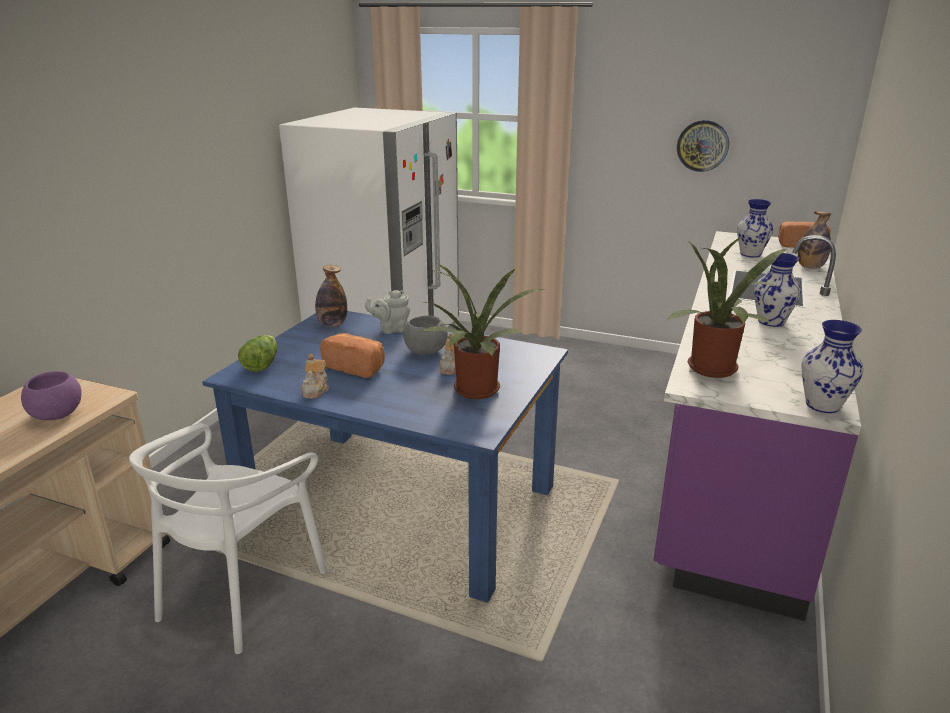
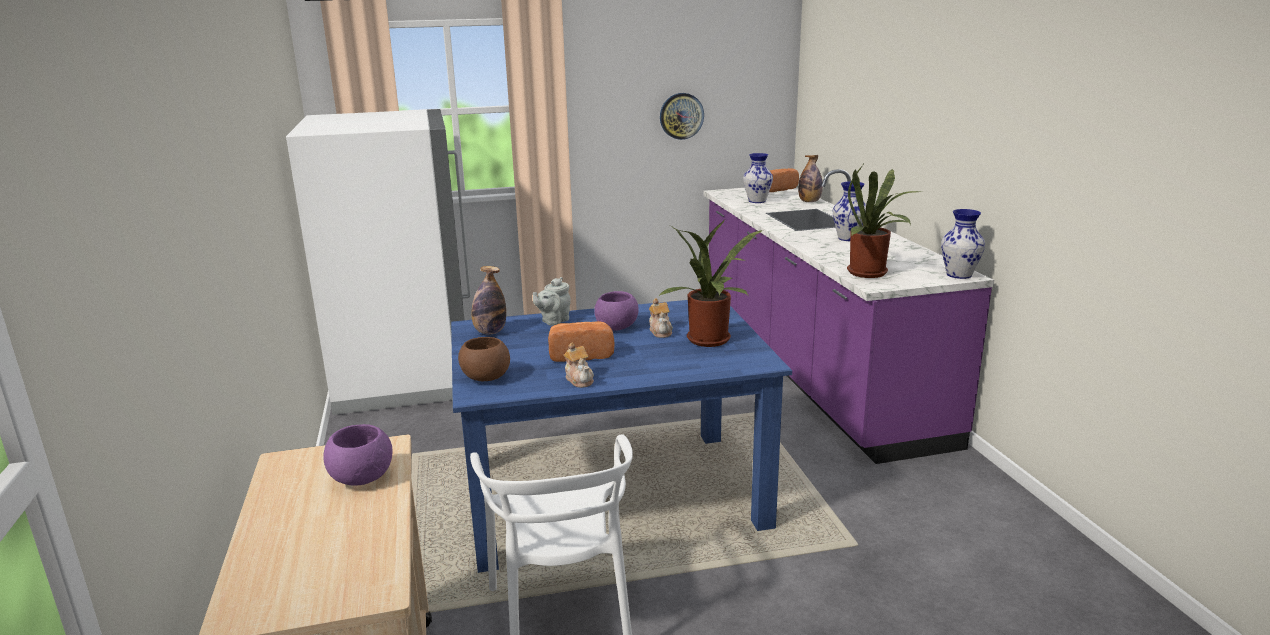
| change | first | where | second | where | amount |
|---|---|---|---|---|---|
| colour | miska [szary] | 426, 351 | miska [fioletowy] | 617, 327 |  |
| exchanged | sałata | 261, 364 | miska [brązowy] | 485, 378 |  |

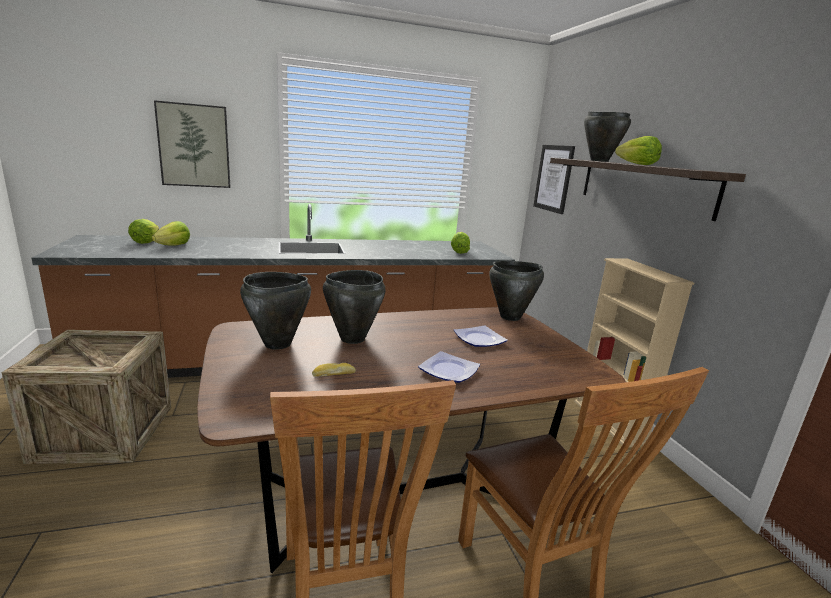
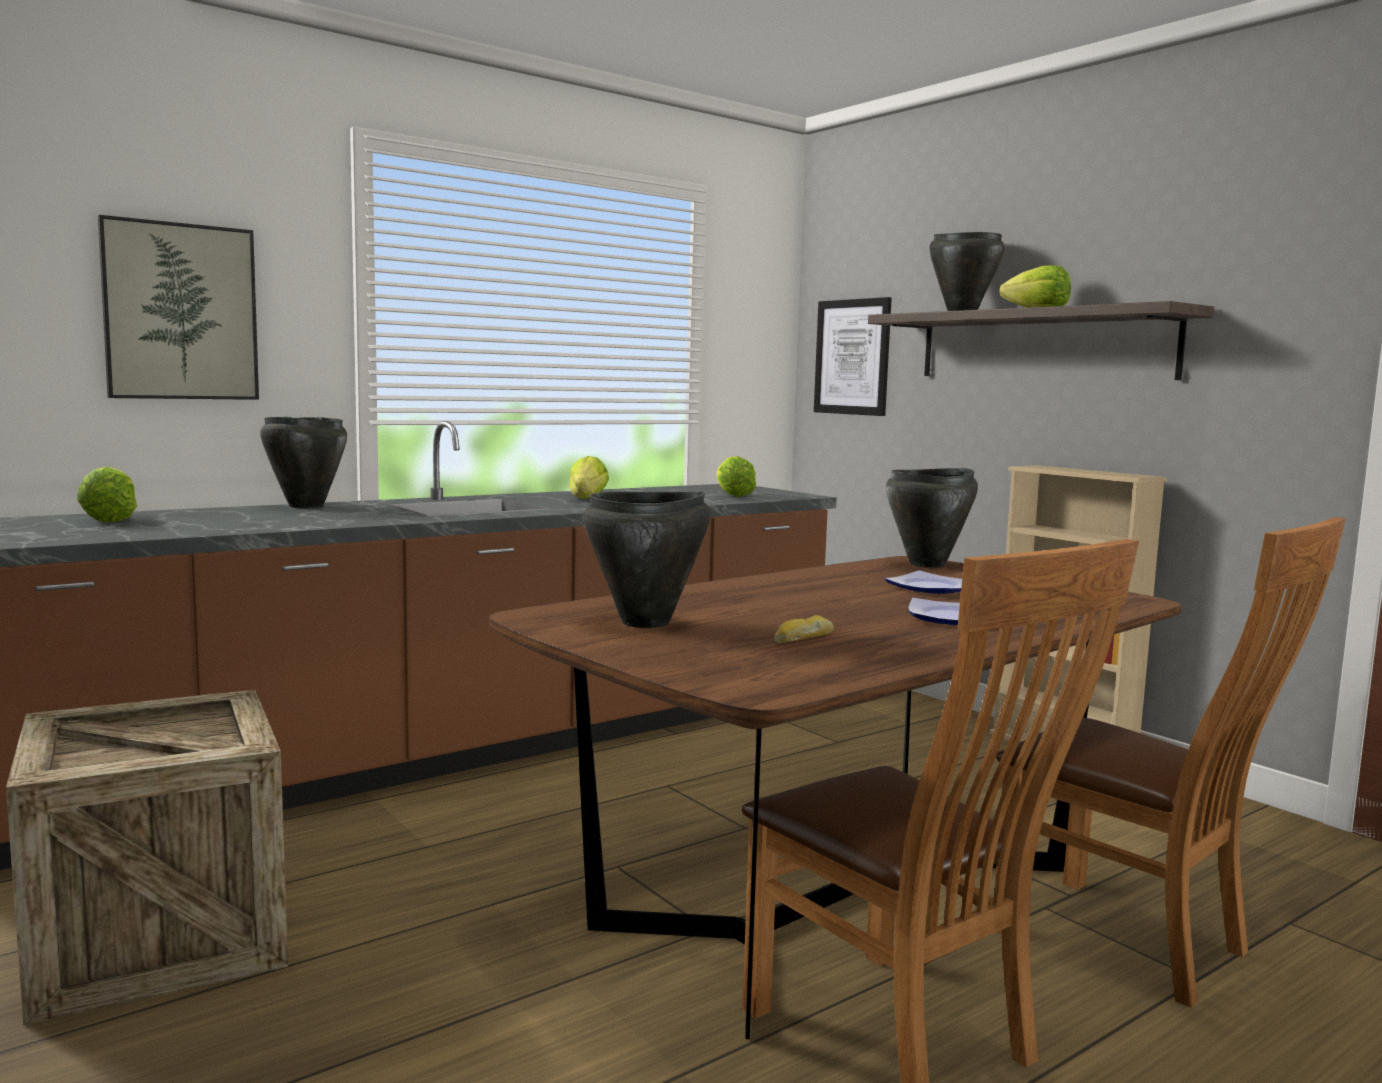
| change | first | where | second | where | amount |
|---|---|---|---|---|---|
| relocated | sałata | 173, 245 |  | 587, 499 |  |
| relocated | garnek [czarny] | 352, 339 |  | 305, 506 |  |

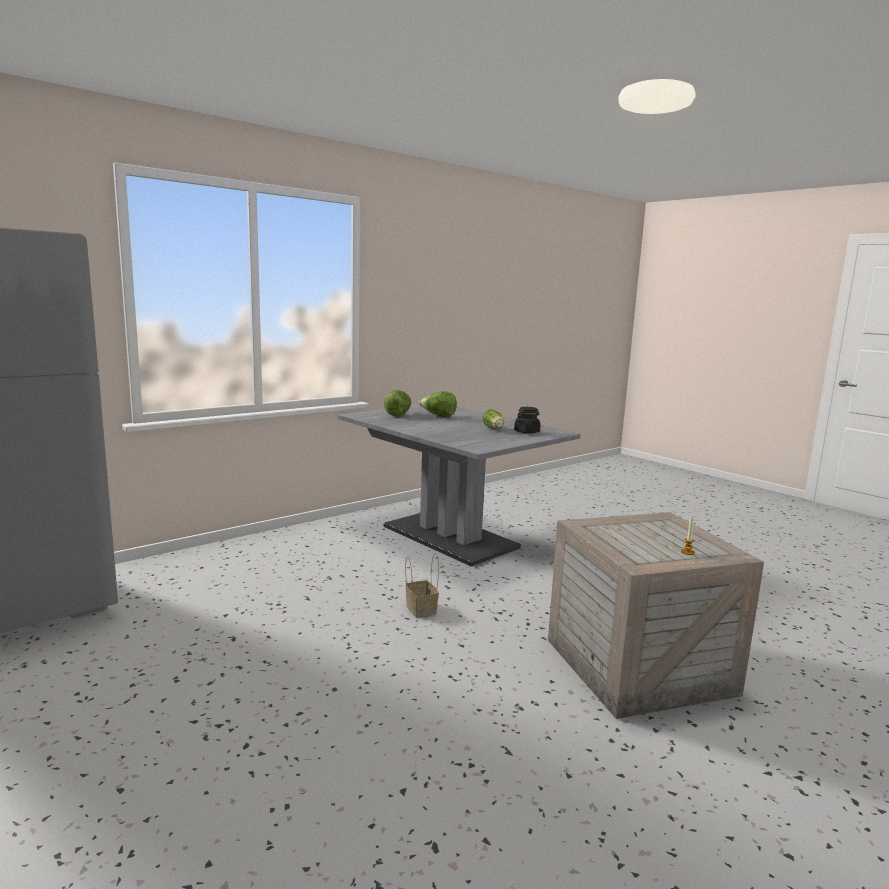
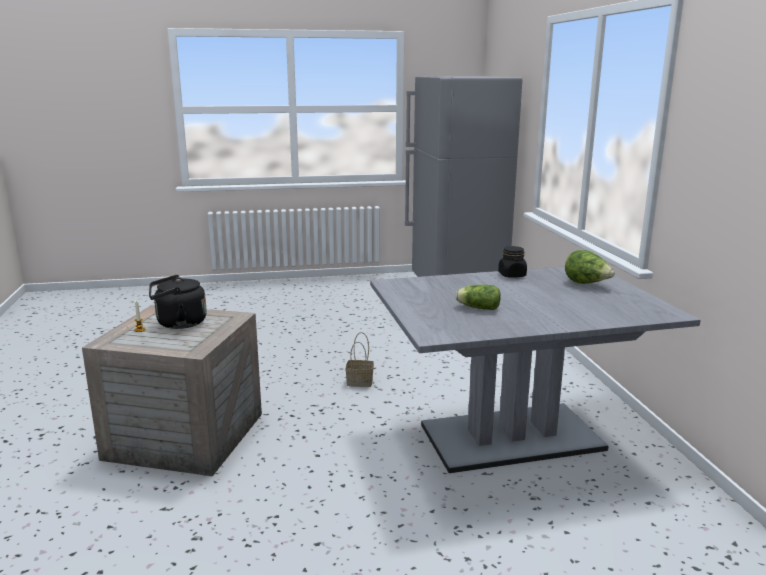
| change | first | where | second | where | amount |
|---|---|---|---|---|---|
| missing | sałata | 438, 416 |  |  |  |
| relocated | słoik [czarny] | 527, 432 |  | 512, 275 |  |
| appeared |  |  | czajnik [czarny] | 178, 323 |  |

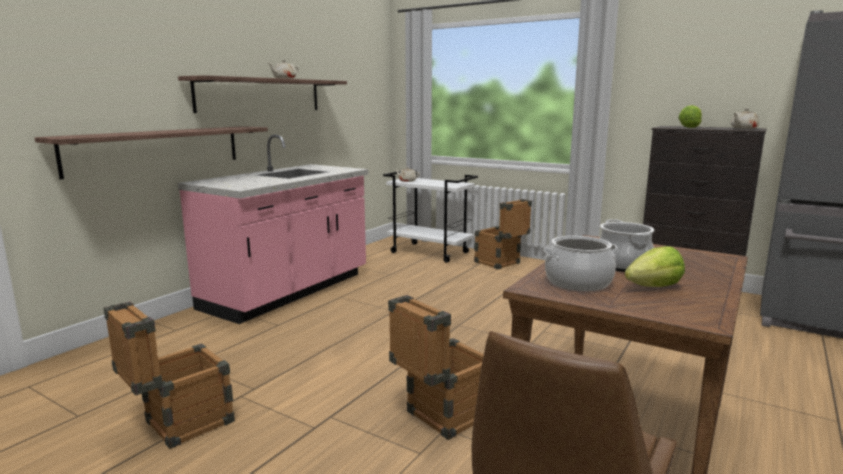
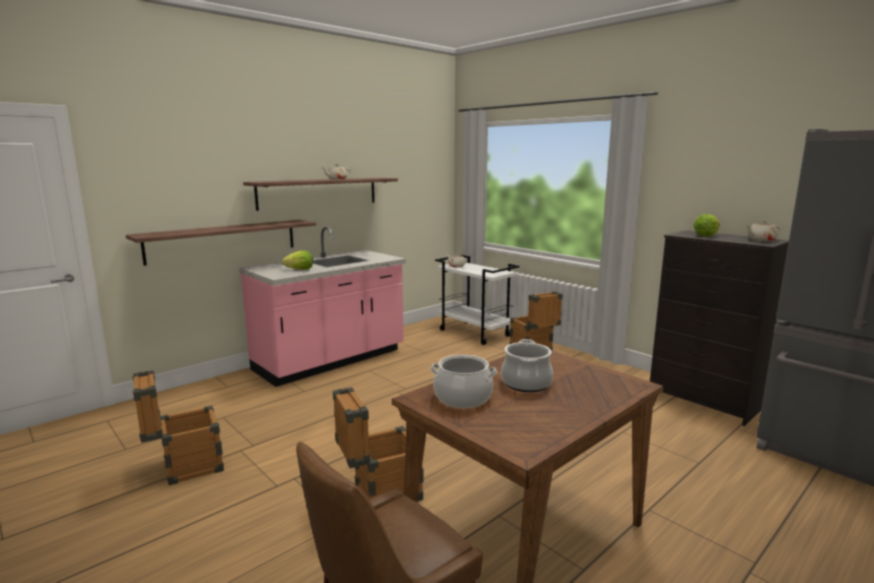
| change | first | where | second | where | amount |
|---|---|---|---|---|---|
| relocated | sałata | 654, 287 |  | 299, 269 |  |

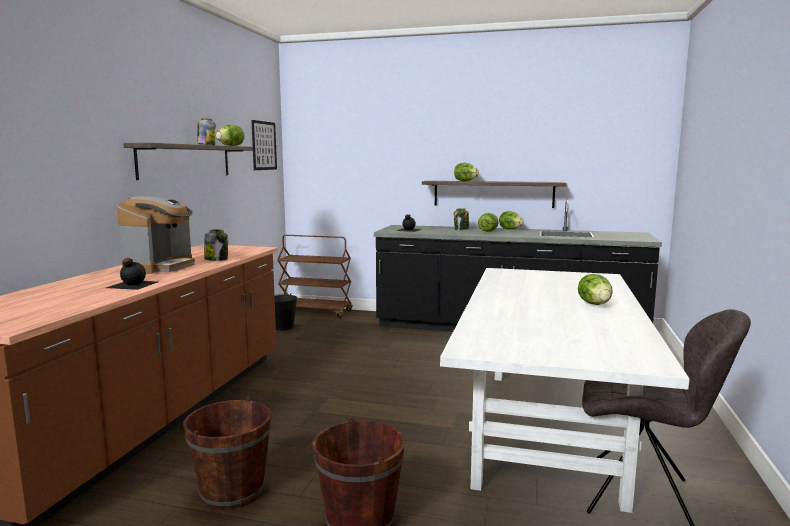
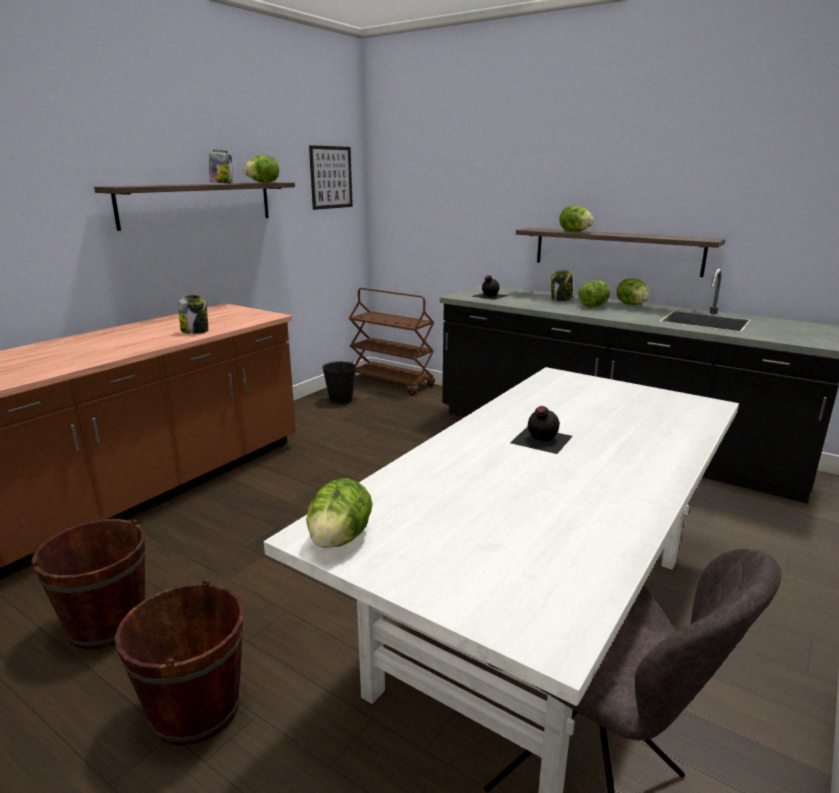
| change | first | where | second | where | amount |
|---|---|---|---|---|---|
| missing | ekspres do kawy | 160, 267 |  |  |  |
| relocated | butelka [czarny] | 131, 284 |  | 540, 439 |  |
| relocated | sałata | 595, 304 |  | 339, 539 |  |

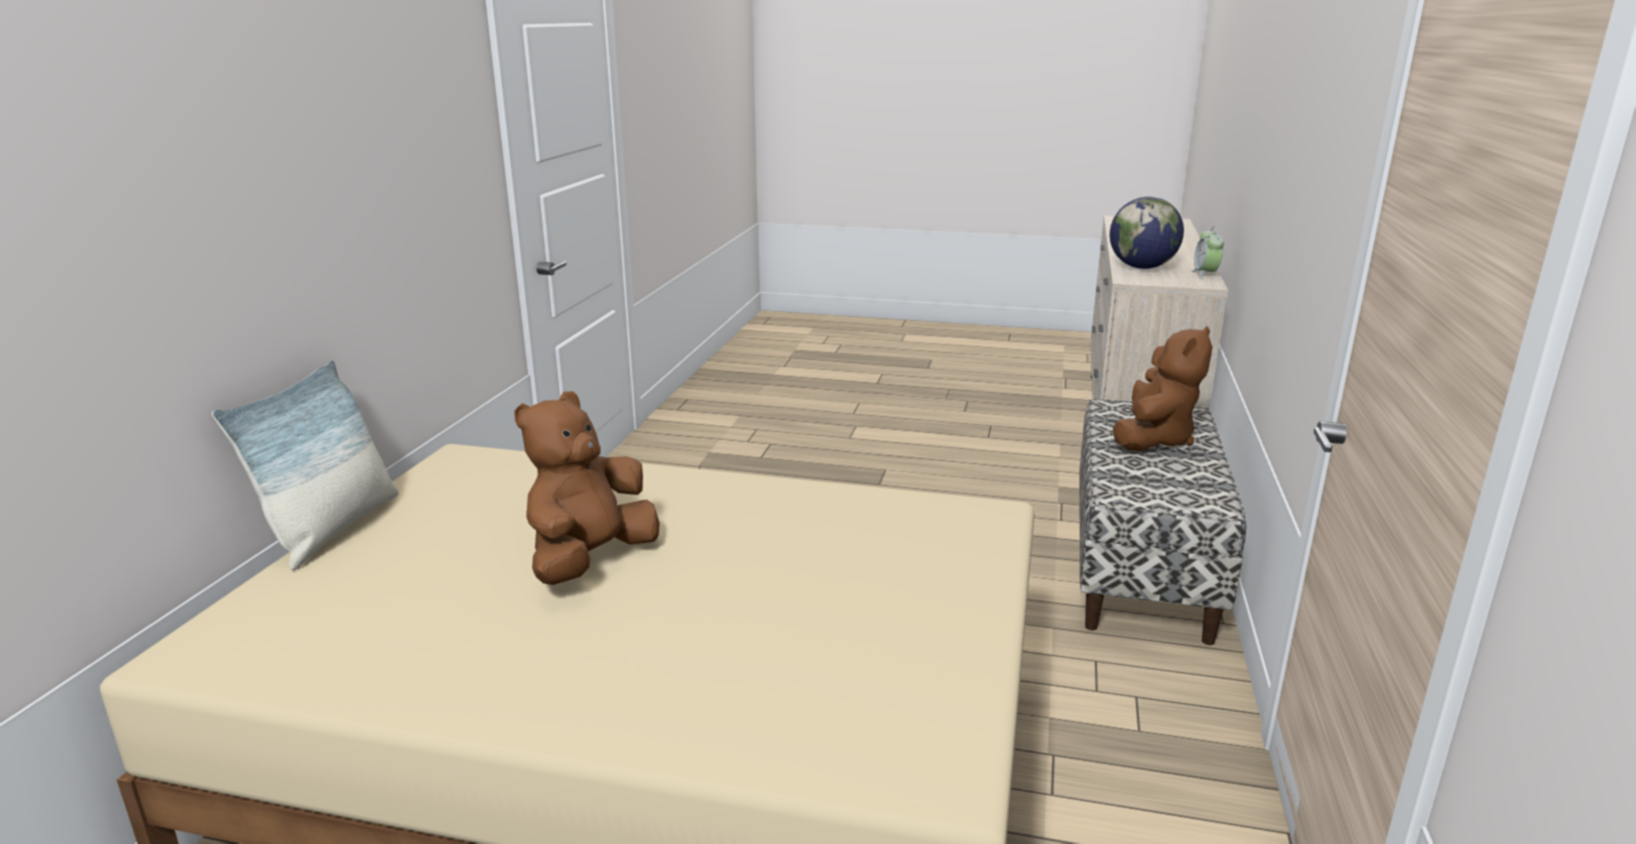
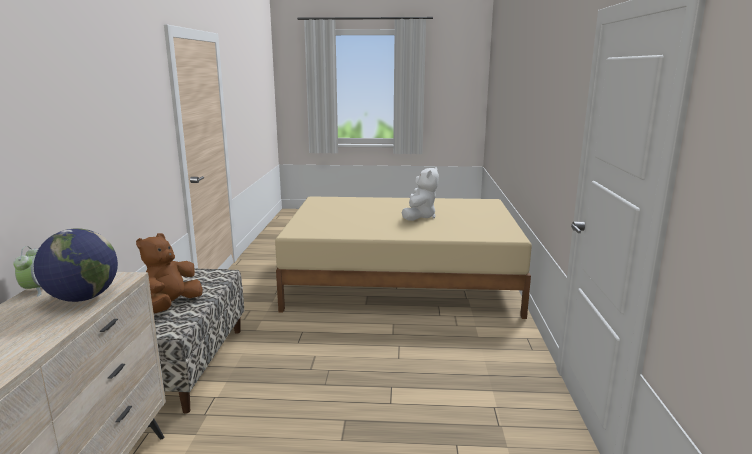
| change | first | where | second | where | amount |
|---|---|---|---|---|---|
| missing | poduszka | 332, 529 |  |  |  |
| colour | pluszak [brązowy] | 590, 560 | pluszak [biały] | 419, 217 |  |

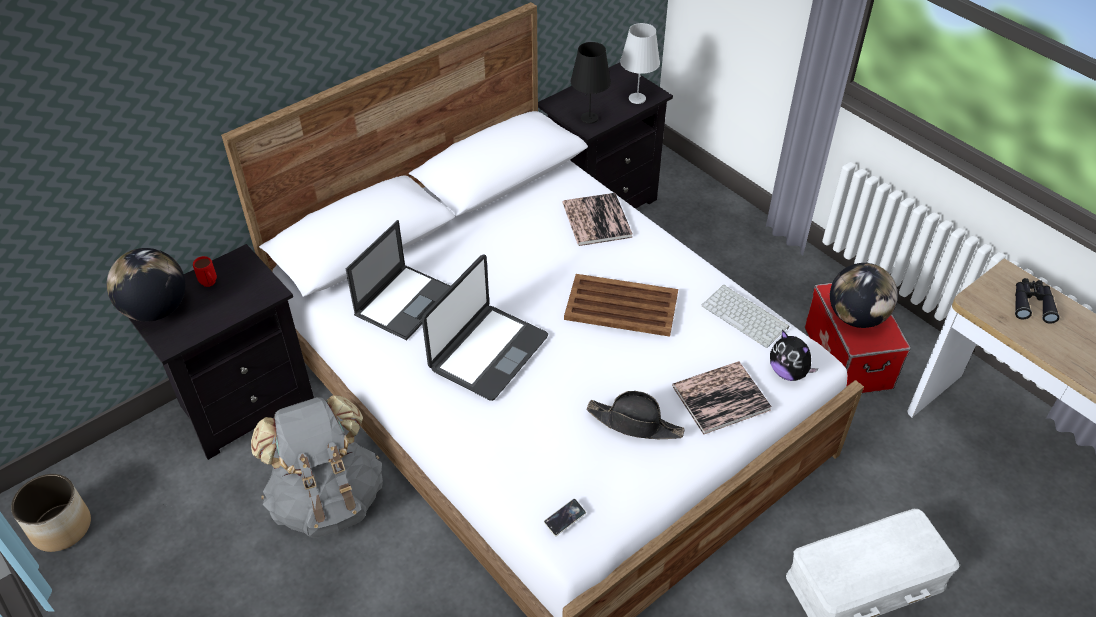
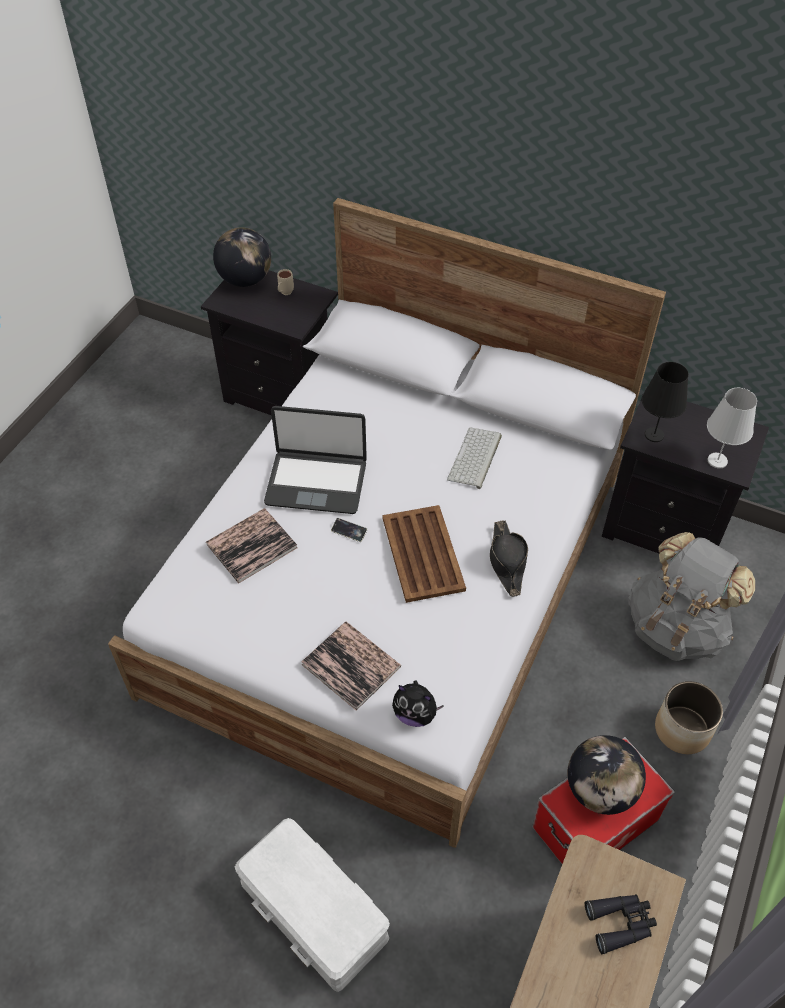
| change | first | where | second | where | amount |
|---|---|---|---|---|---|
| relocated | książka | 596, 220 |  | 251, 545 |  |
| missing | laptop | 405, 301 |  |  |  |
| colour | kubek [czerwony] | 210, 284 | kubek [beżowy] | 284, 293 |  |
| relocated | klawiatura | 746, 316 |  | 475, 459 |  |
| spun | pluszak | 788, 372 |  | 415, 714 | 90 degrees counterclockwise |
| relocated | kapelusz [czarny] | 635, 423 |  | 507, 562 |  |
| relocated | plecak [szary] | 328, 499 |  | 676, 627 |  |
| relocated | donica | 61, 527 |  | 682, 729 |  |
| relocated | telefon | 565, 518 |  | 349, 531 |  |

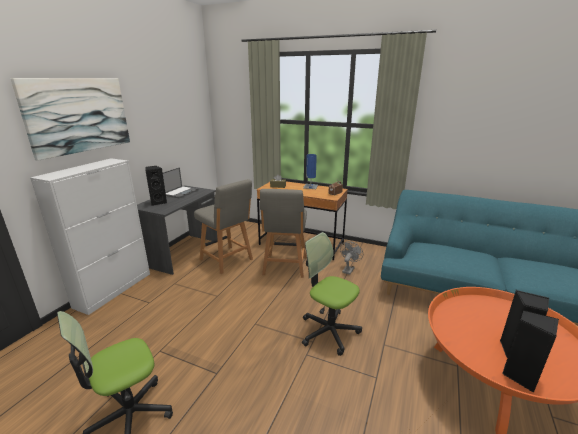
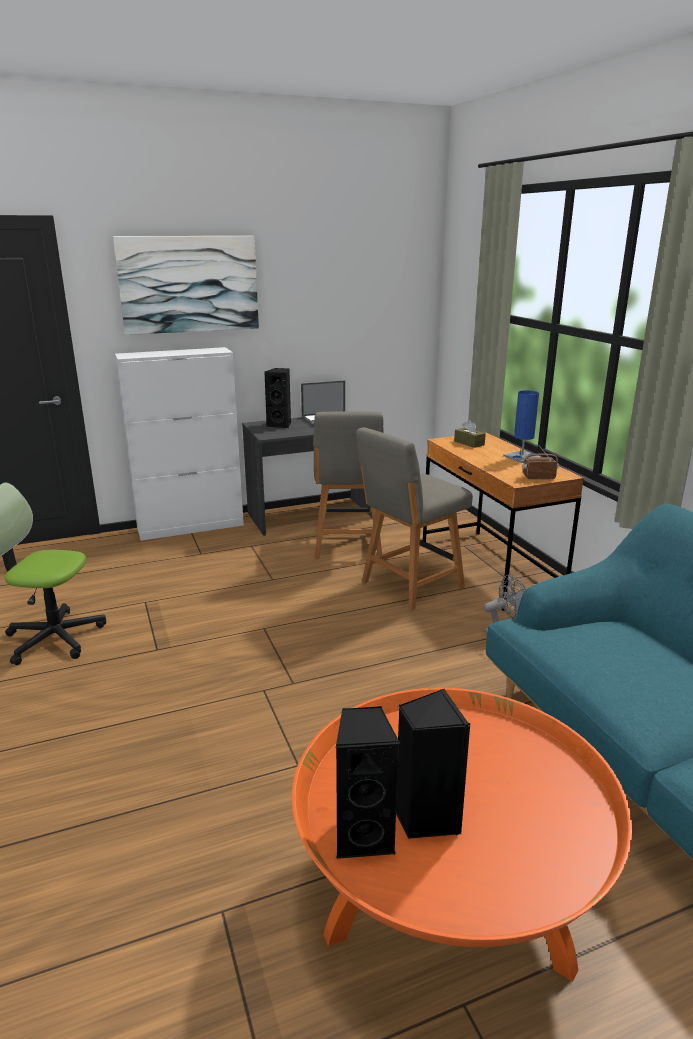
| change | first | where | second | where | amount |
|---|---|---|---|---|---|
| missing | krzesło biurowe | 329, 331 |  |  |  |

